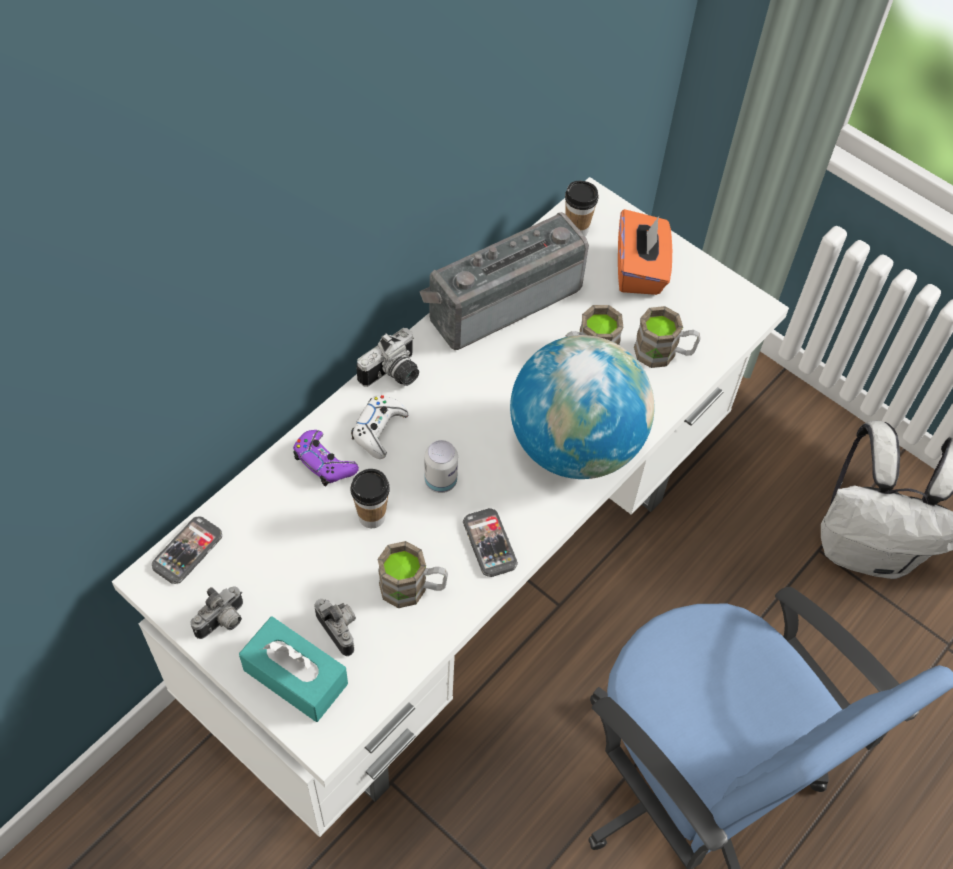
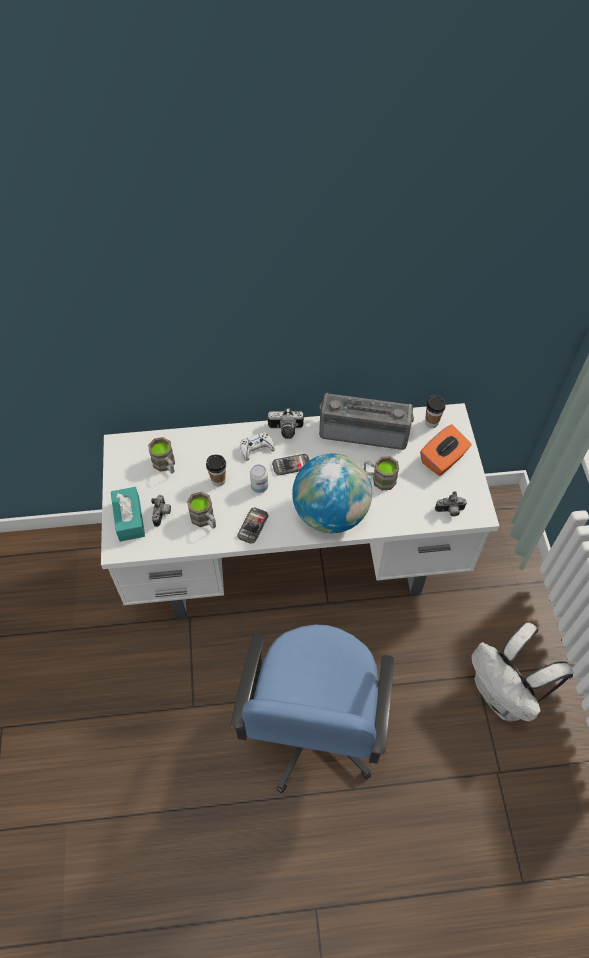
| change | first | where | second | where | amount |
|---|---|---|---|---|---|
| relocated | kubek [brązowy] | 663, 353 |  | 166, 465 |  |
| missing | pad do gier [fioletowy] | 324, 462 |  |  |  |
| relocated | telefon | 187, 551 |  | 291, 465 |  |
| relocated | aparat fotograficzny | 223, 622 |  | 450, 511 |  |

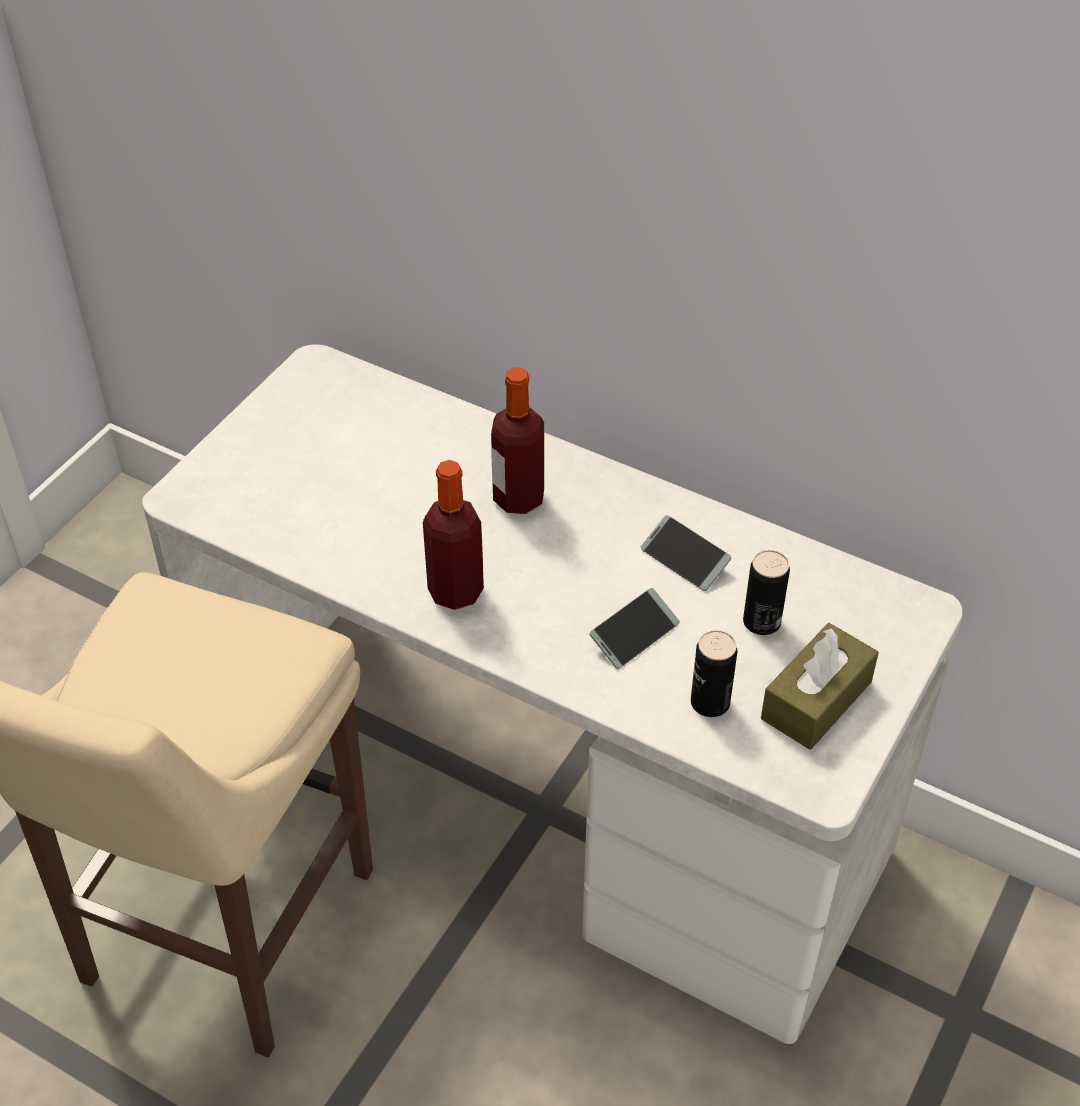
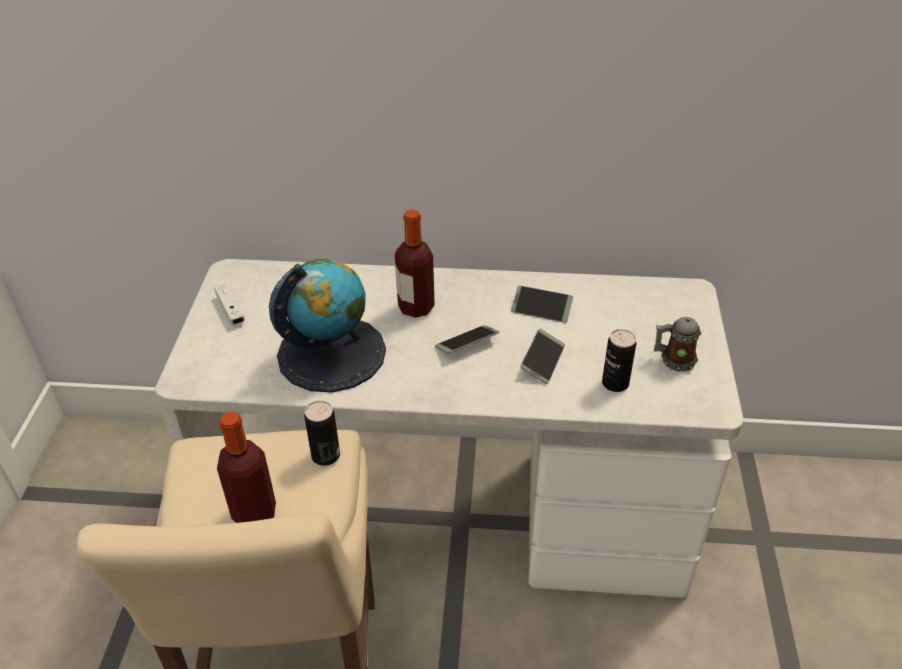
| change | first | where | second | where | amount |
|---|---|---|---|---|---|
| relocated | butelka | 455, 591 |  | 254, 513 |  |
| relocated | puszka | 761, 622 |  | 326, 455 |  |
| exchanged | pudełko chusteczek [brązowy] | 816, 700 | kubek | 673, 360 |  |
| appeared |  |  | globus | 331, 353 |  |
| appeared |  |  | pad do gier [biały] | 230, 310 |  |
| appeared |  |  | telefon | 467, 344 |  |

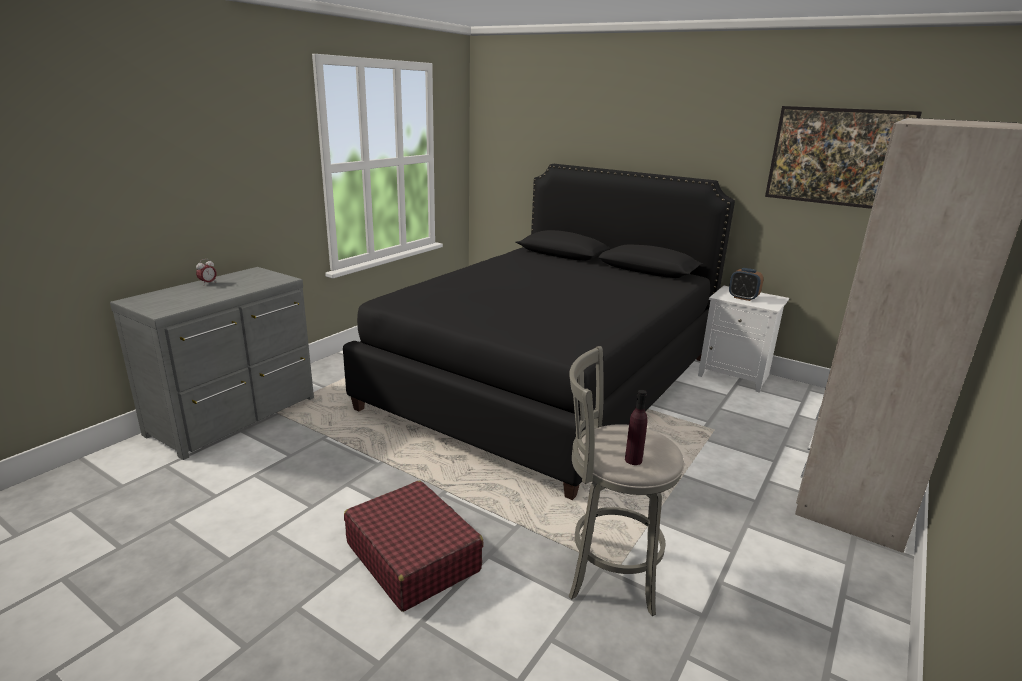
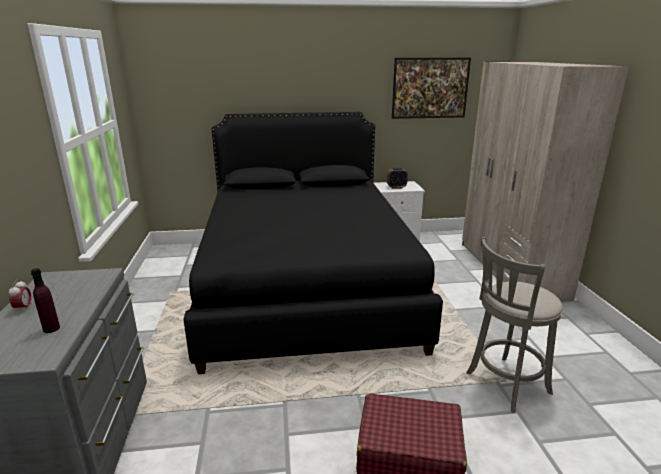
| change | first | where | second | where | amount |
|---|---|---|---|---|---|
| relocated | butelka [fioletowy] | 633, 460 |  | 51, 328 |  |

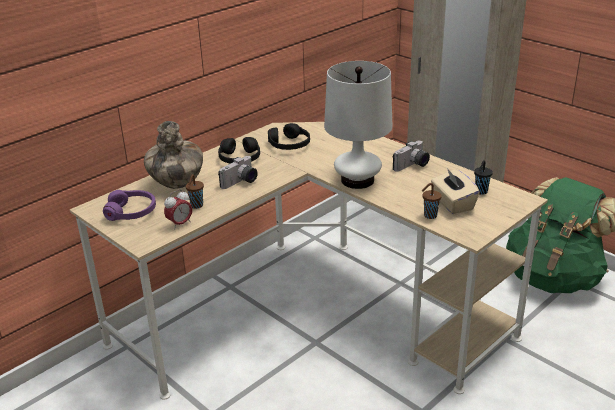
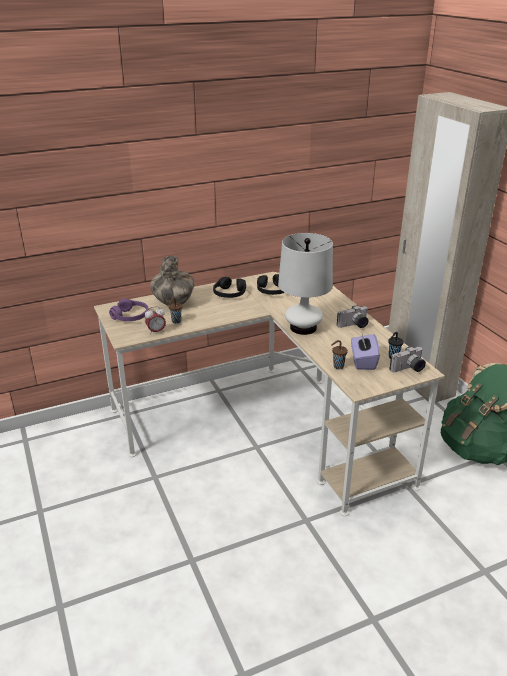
| change | first | where | second | where | amount |
|---|---|---|---|---|---|
| relocated | aparat fotograficzny | 241, 182 |  | 408, 369 |  |
| colour | pudełko chusteczek [beżowy] | 452, 203 | pudełko chusteczek [fioletowy] | 363, 361 |  |

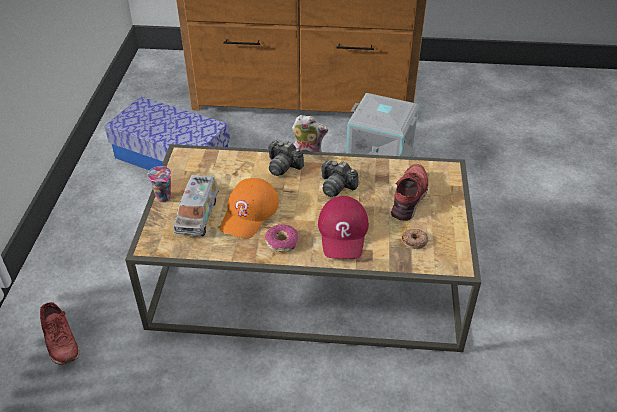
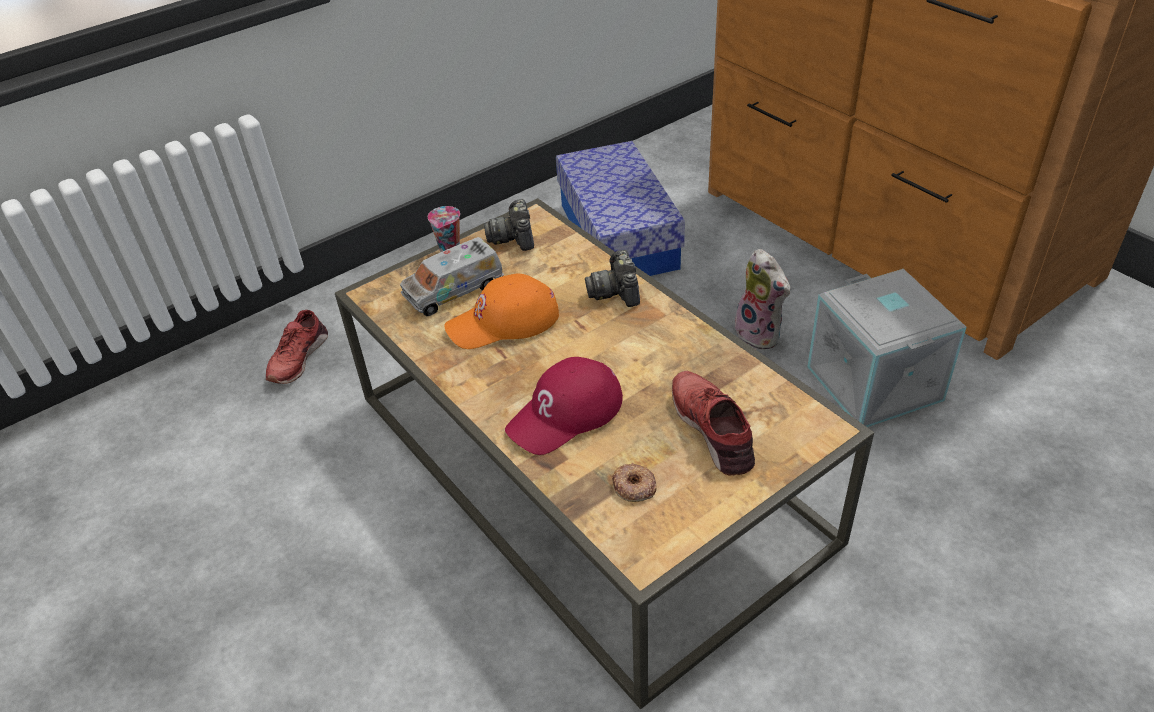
| change | first | where | second | where | amount |
|---|---|---|---|---|---|
| relocated | aparat fotograficzny | 336, 186 |  | 514, 237 |  |
| spun | but [czerwony] | 410, 197 |  | 713, 429 | 90 degrees counterclockwise |
| missing | donut | 282, 242 |  |  |  |

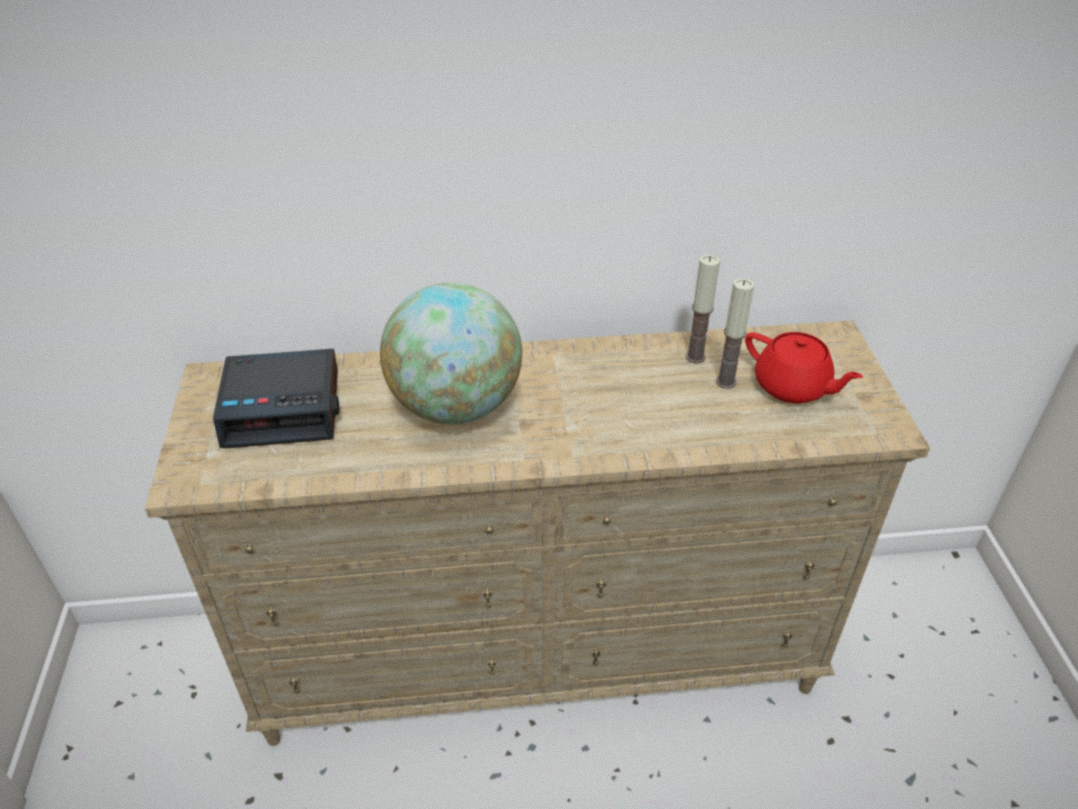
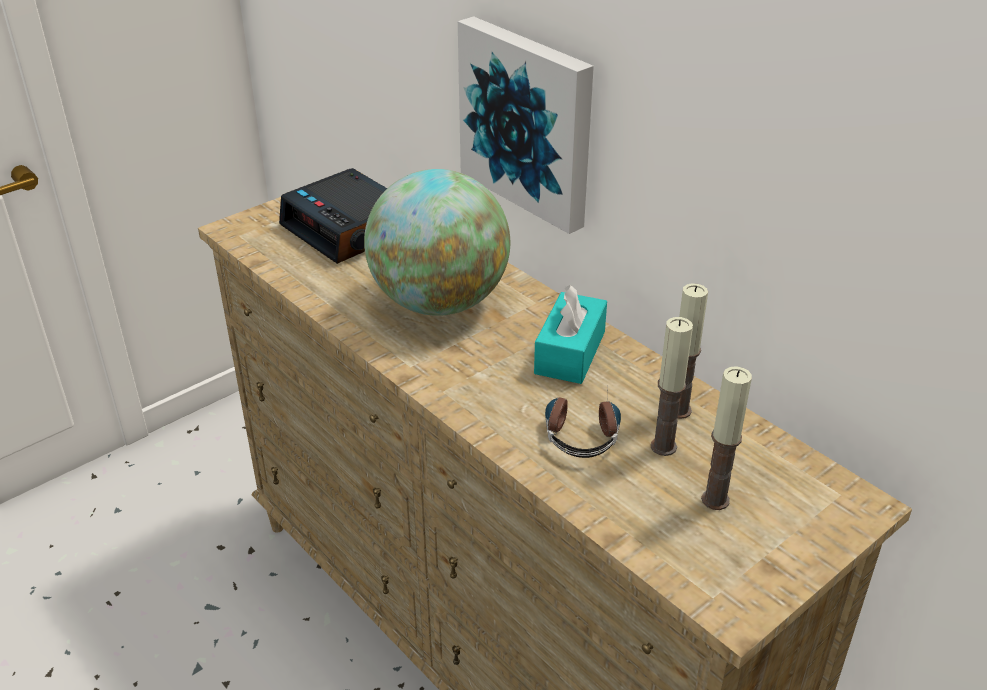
| change | first | where | second | where | amount |
|---|---|---|---|---|---|
| exchanged | imbryk [czerwony] | 792, 387 | świeca | 715, 500 |  |
| appeared |  |  | obraz | 528, 121 |  |
| appeared |  |  | pudełko chusteczek [turkusowy] | 570, 352 |  |
| appeared |  |  | słuchawki | 581, 429 |  |

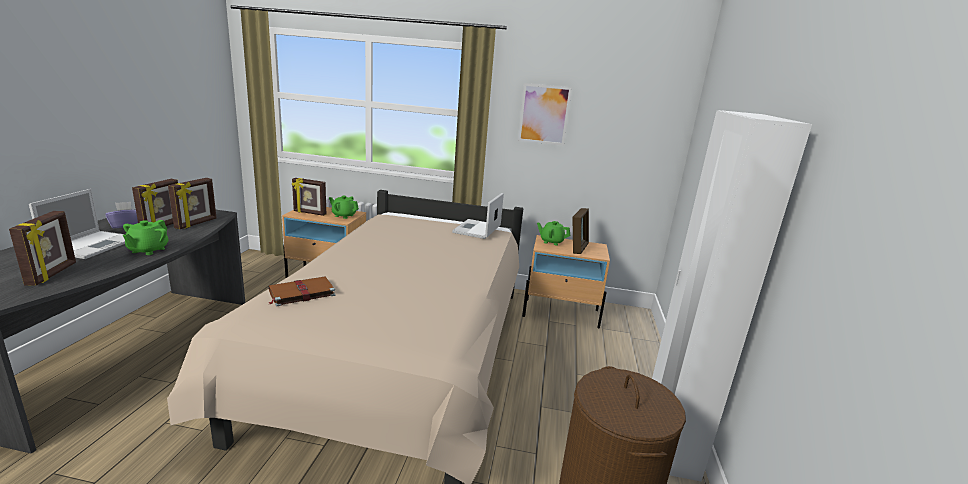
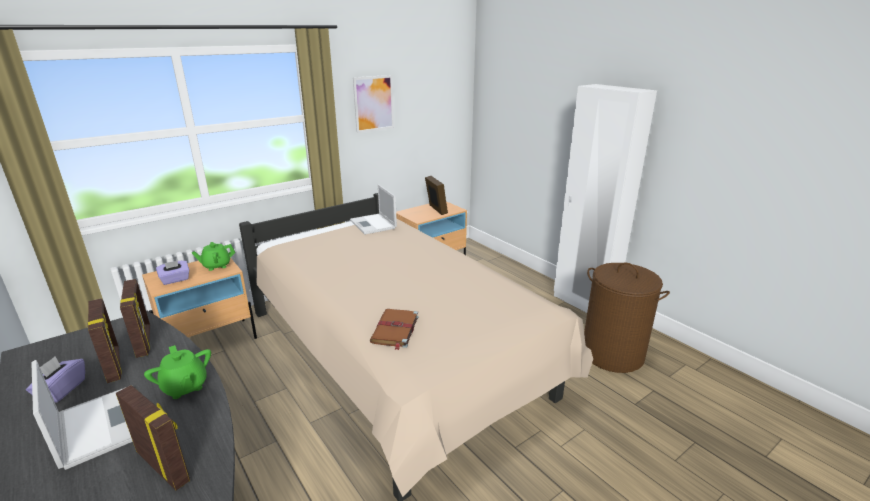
| change | first | where | second | where | amount |
|---|---|---|---|---|---|
| exchanged | ramka na zdjęcie | 309, 213 | pudełko chusteczek [fioletowy] | 175, 280 |  |
| missing | imbryk [zielony] | 551, 242 |  |  |  |

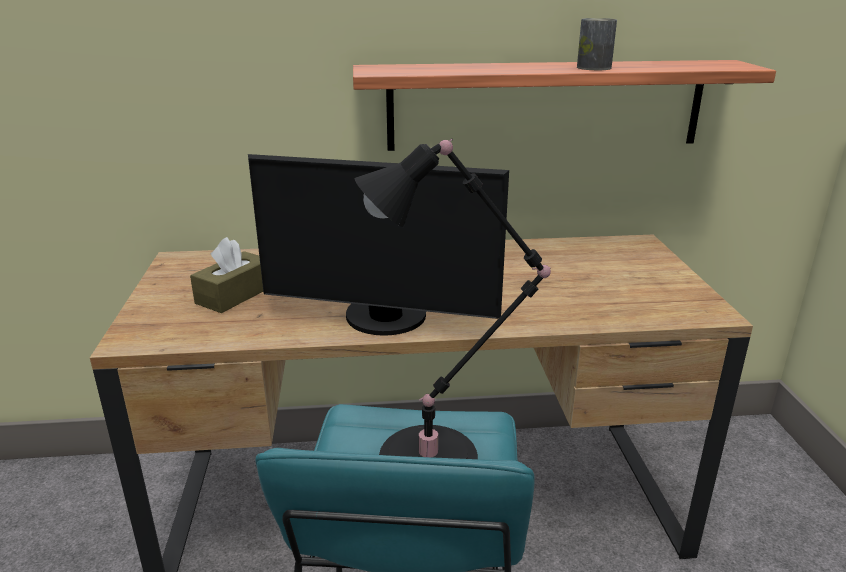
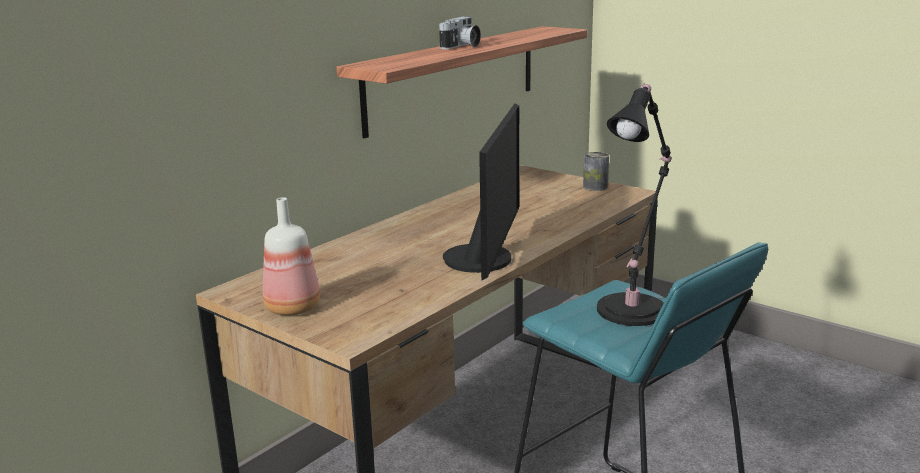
| change | first | where | second | where | amount |
|---|---|---|---|---|---|
| relocated | puszka | 594, 67 |  | 595, 187 |  |
| spun | monitor | 384, 320 |  | 485, 259 | 45 degrees counterclockwise |
| missing | pudełko chusteczek [brązowy] | 235, 295 |  |  |  |
| appeared |  |  | aparat fotograficzny | 461, 46 |  |
| appeared |  |  | butelka | 291, 307 |  |

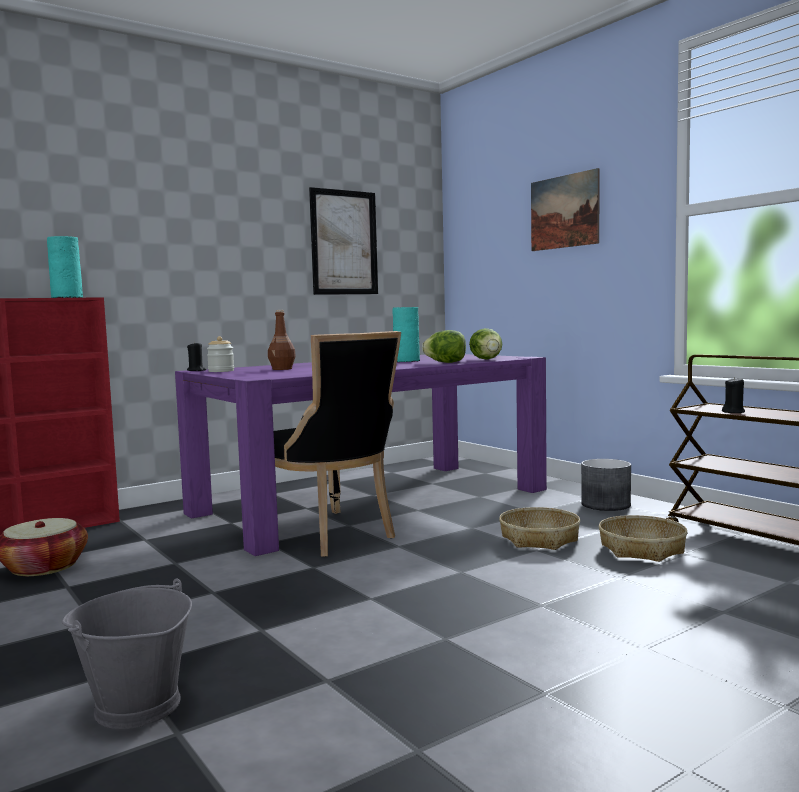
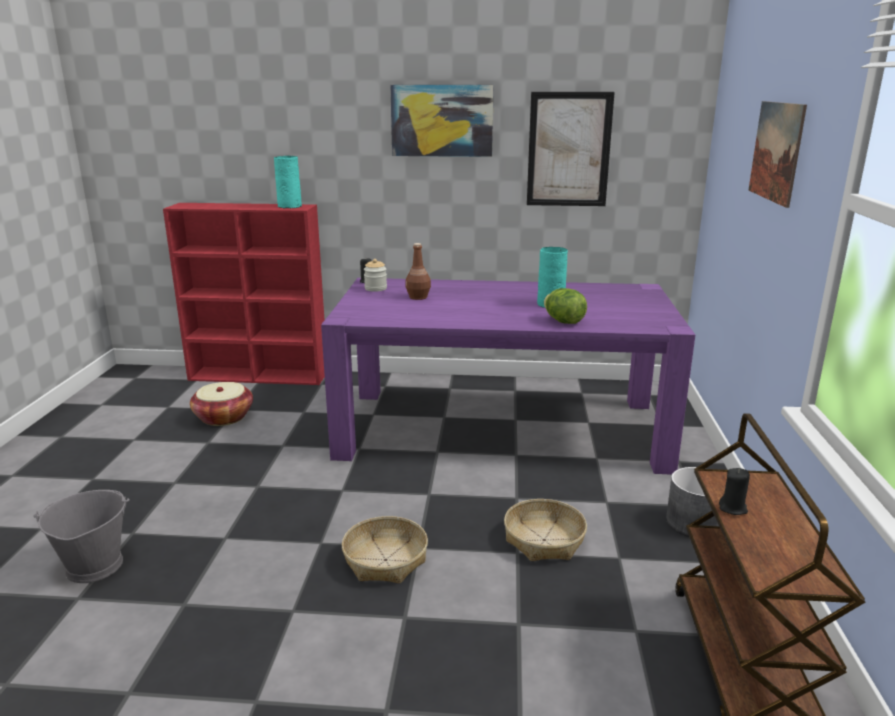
| change | first | where | second | where | amount |
|---|---|---|---|---|---|
| missing | sałata | 487, 359 |  |  |  |
| missing | krzesło [czarny] | 329, 535 |  |  |  |
| relocated | koszyk | 642, 549 |  | 386, 560 |  |
| appeared |  |  | obraz | 442, 120 |  |

